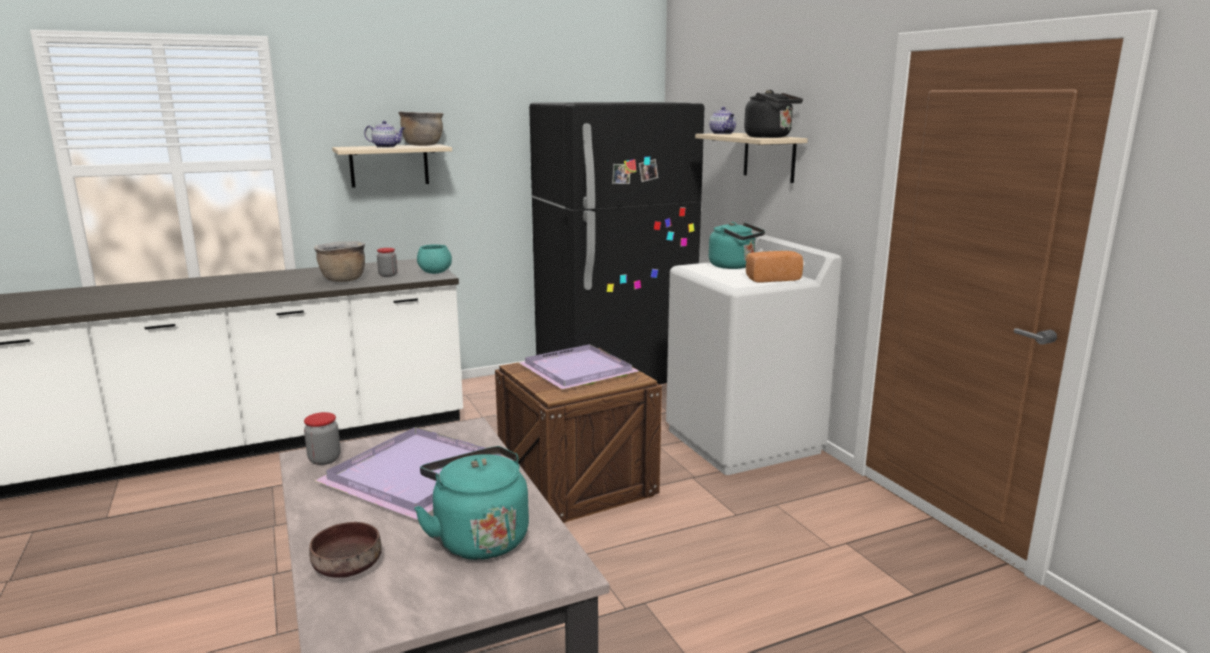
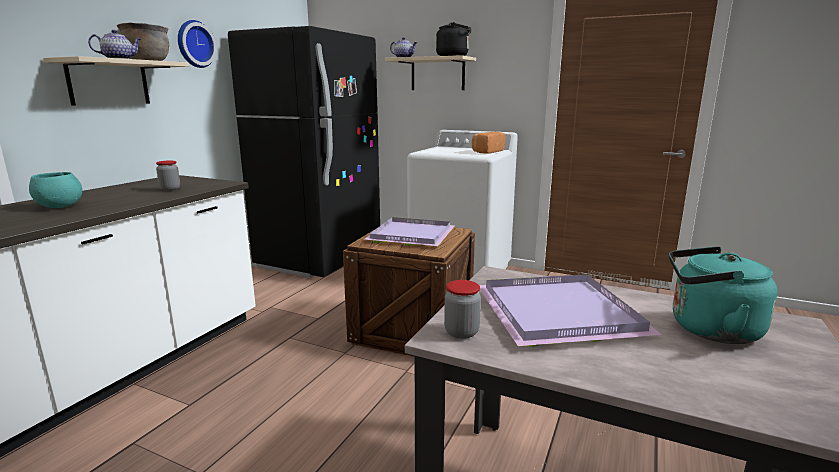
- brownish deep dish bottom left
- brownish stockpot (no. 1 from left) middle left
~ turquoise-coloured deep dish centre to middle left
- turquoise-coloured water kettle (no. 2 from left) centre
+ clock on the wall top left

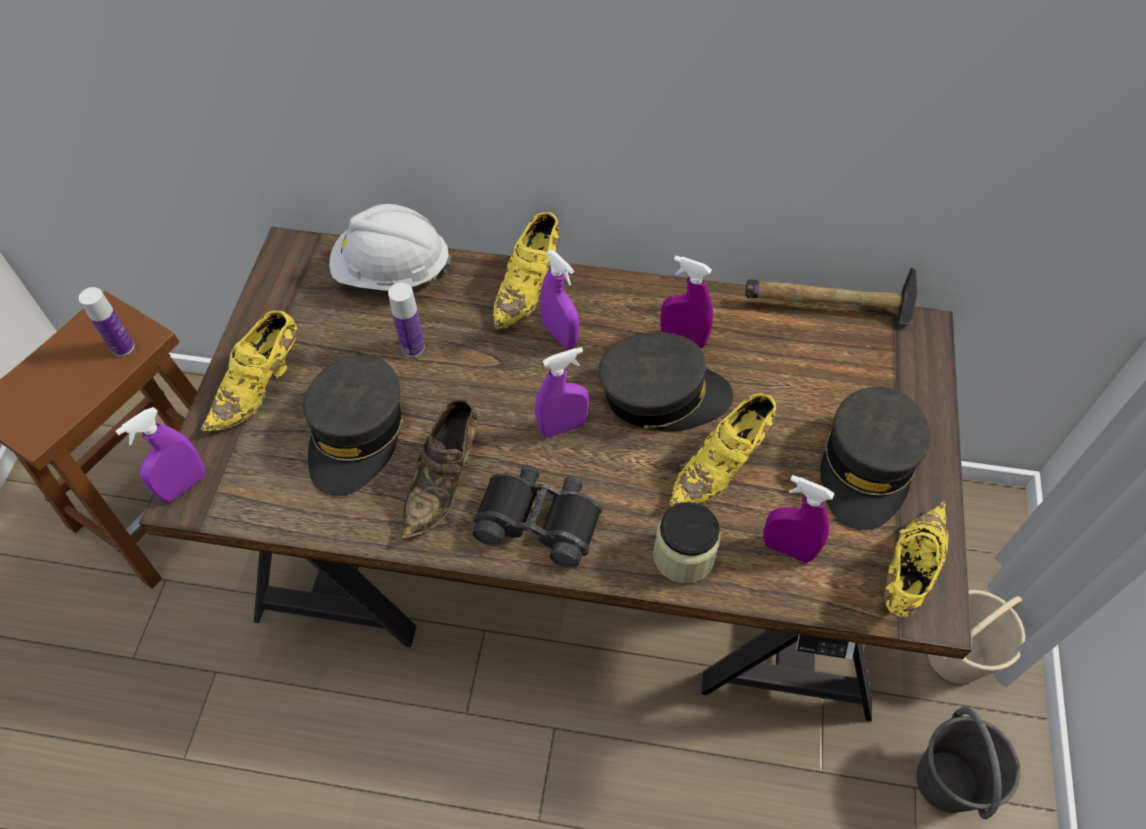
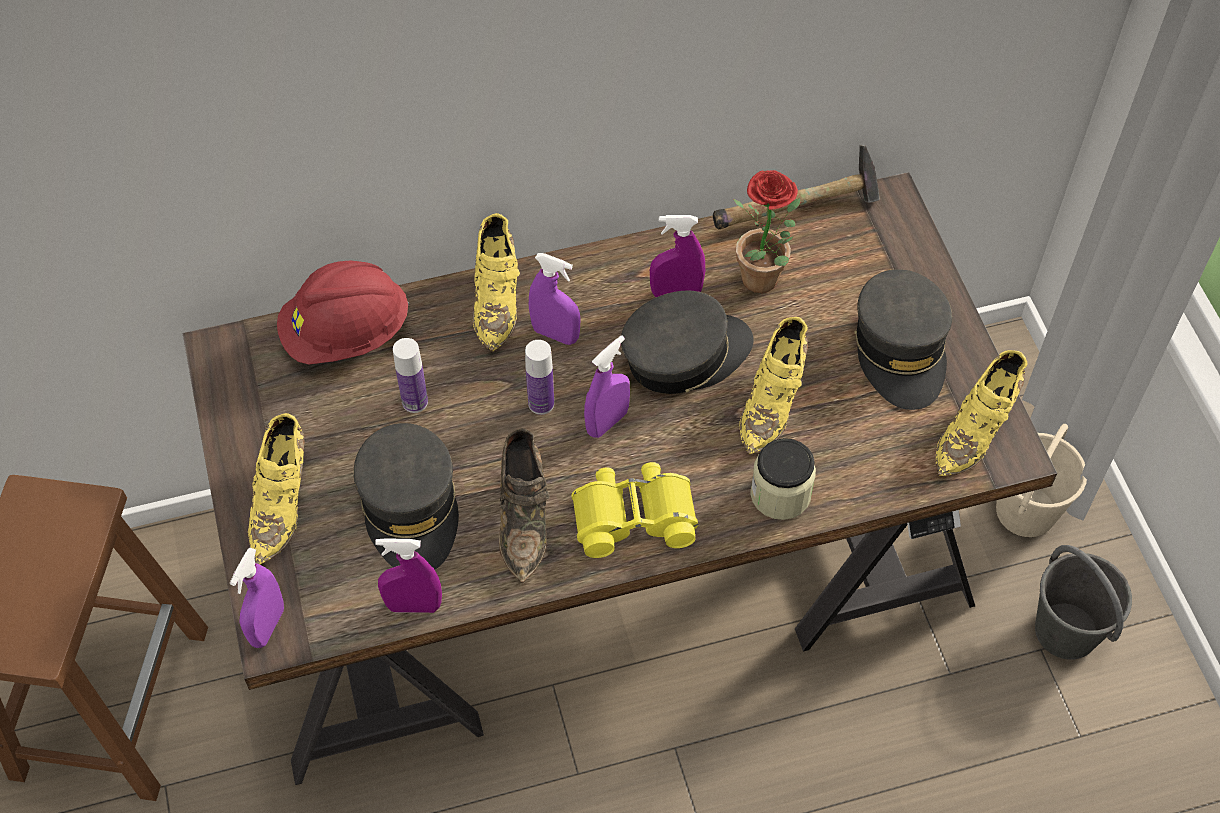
~ bottle (no. 1 from left in the first image) middle left to bottle (no. 2 from left) centre
~ white safety helmet top centre to red safety helmet middle left
~ blackish pair of binoculars centre to yellowish pair of binoculars centre
~ purplish hand sprayer (no. 5 from left in the first image) middle right to purplish hand sprayer (no. 2 from left) bottom centre
~ yellowish item of footwear (no. 4 from left) bottom right = middle right 150 degrees counterclockwise
+ potted plant top centre

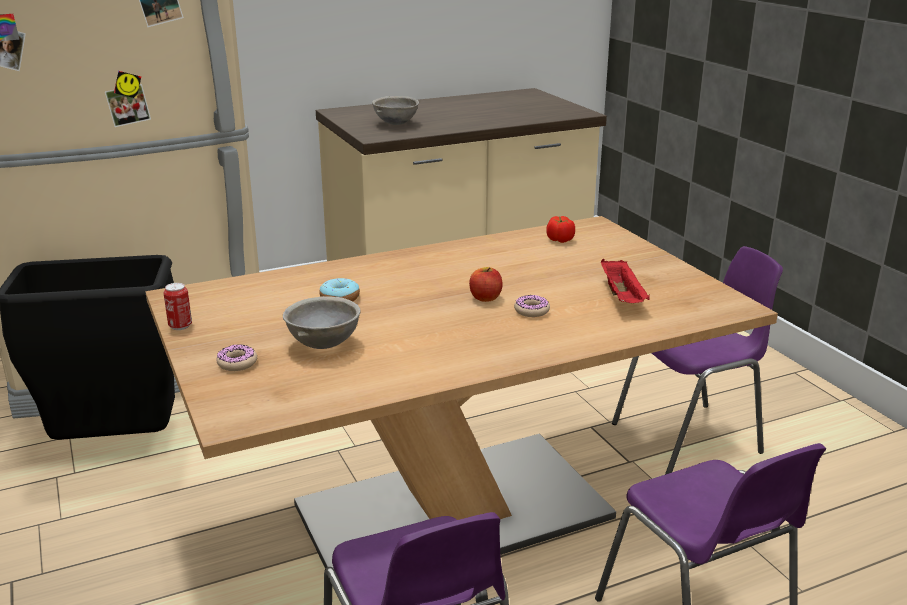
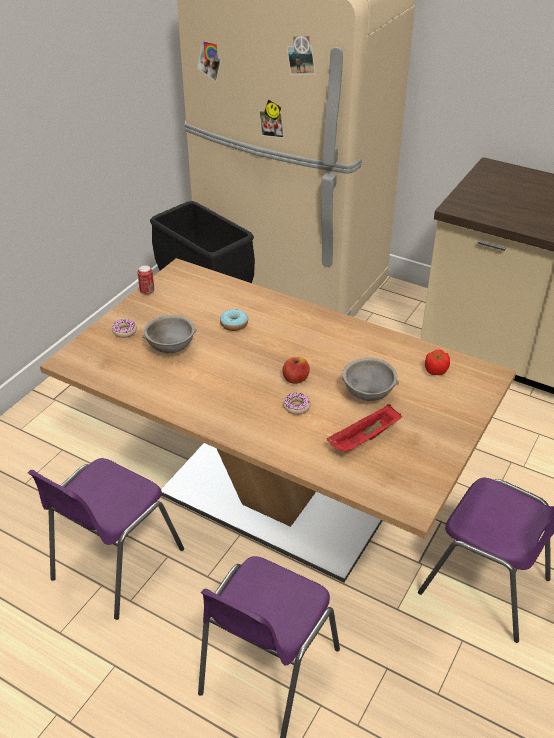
~ grey deep dish (no. 2 from left) top centre to centre

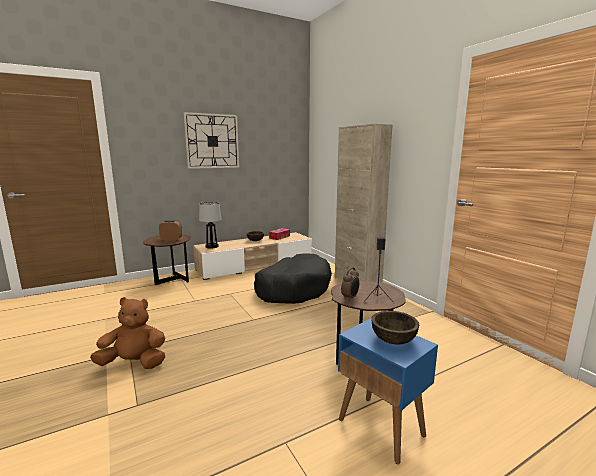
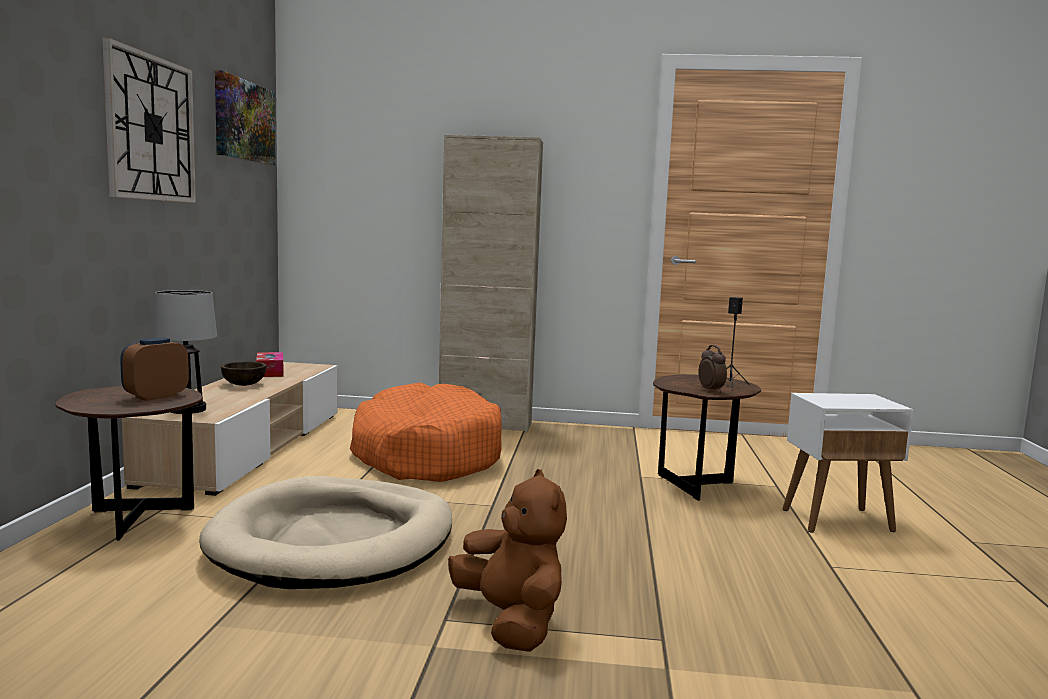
~ brownish soft toy bottom left = bottom centre 120 degrees clockwise
~ blackish pet bed centre to orange-coloured pet bed centre
~ bluish side table bottom centre to white side table middle right
- brownish deep dish (no. 2 from left) bottom centre
+ beige-coloured pet bed bottom left
+ wall picture top left

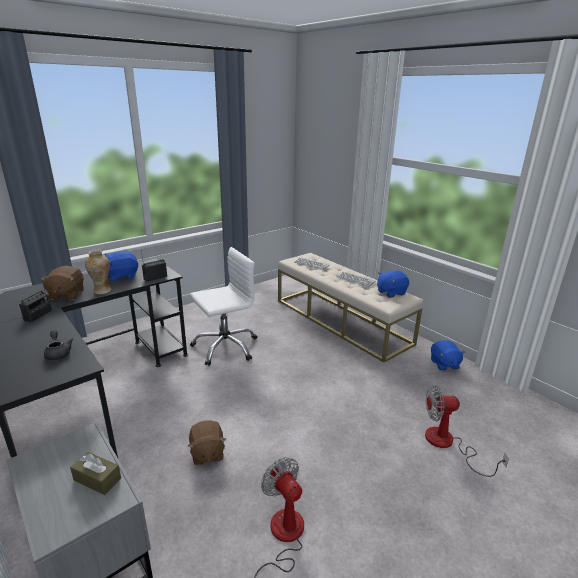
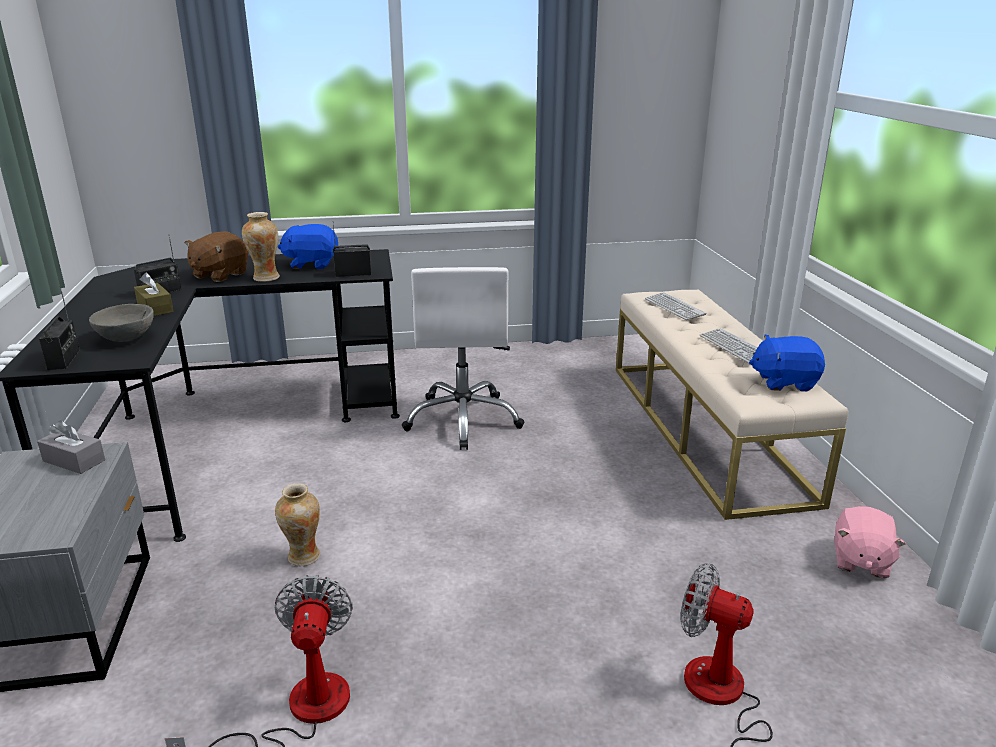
~ grey pot for tea middle left to grey deep dish middle left
~ brownish box of tissues bottom left to middle left
~ brownish soft toy (no. 2 from left) bottom centre to flower vase (no. 2 from left) bottom left
~ white computer chair centre = centre 90 degrees clockwise
~ bluish soft toy (no. 3 from left) middle right to pink soft toy bottom right
+ grey box of tissues middle left
+ radio set (no. 1 from left) middle left

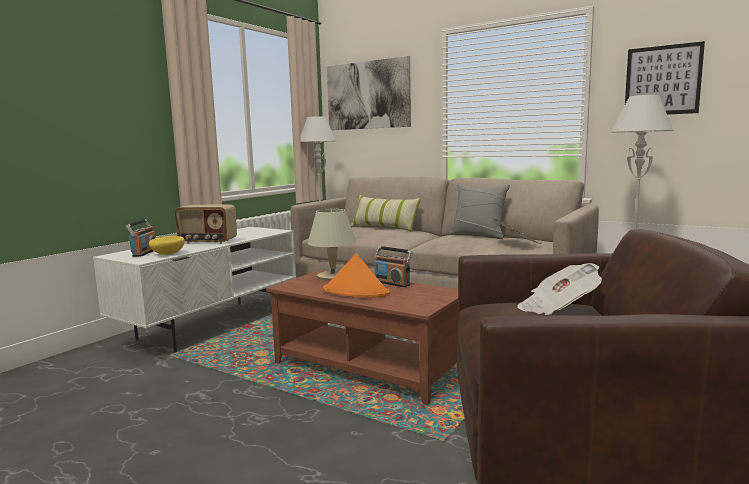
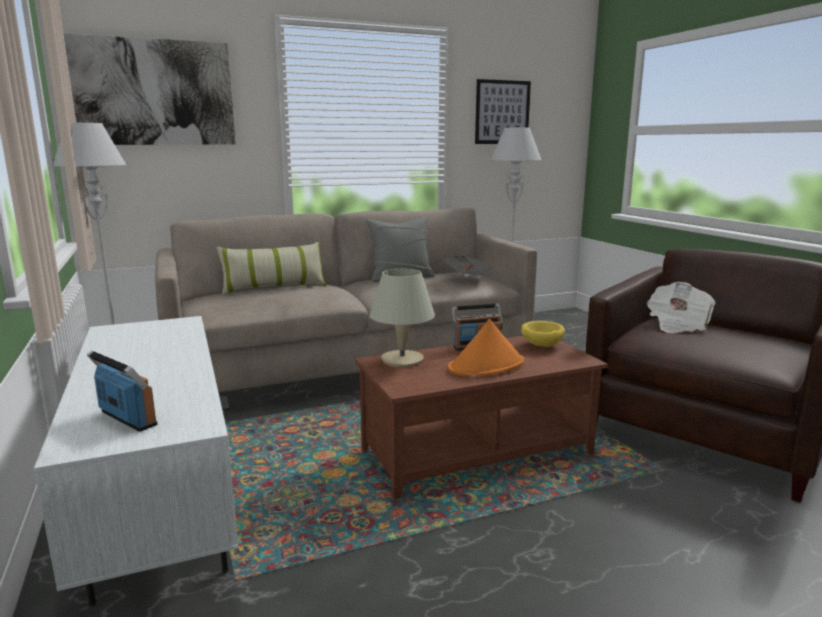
~ yellowish deep dish middle left to centre
- radio set (no. 2 from left) middle left

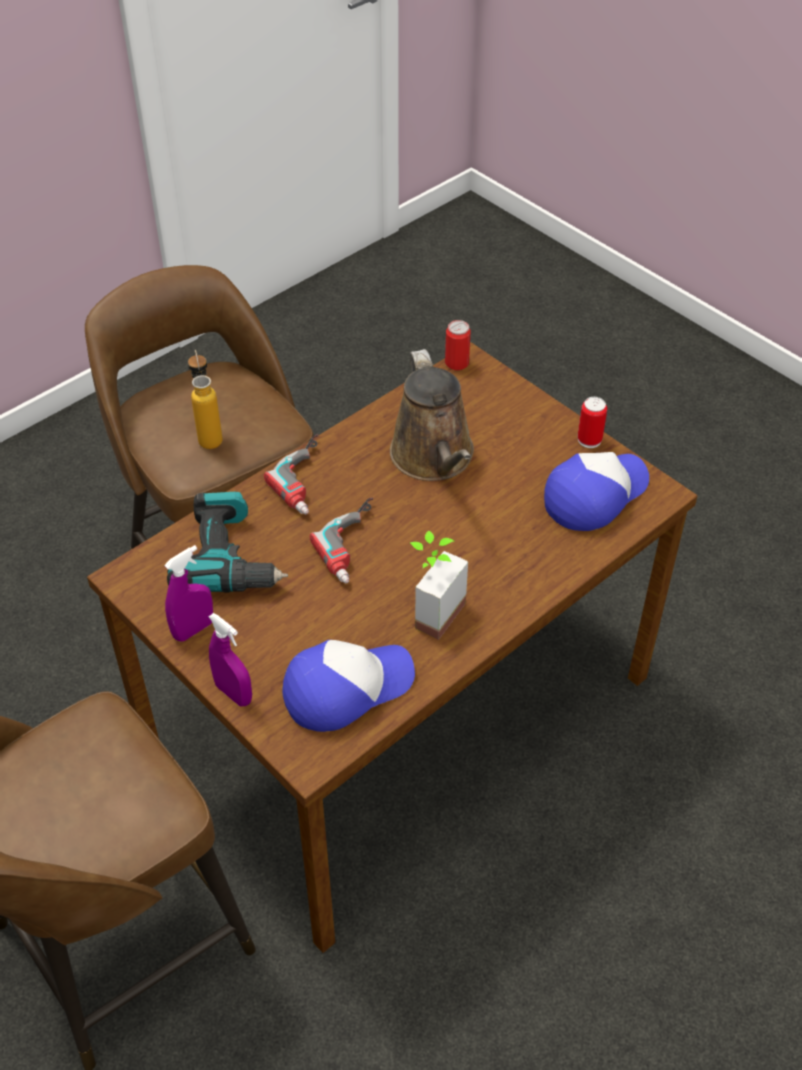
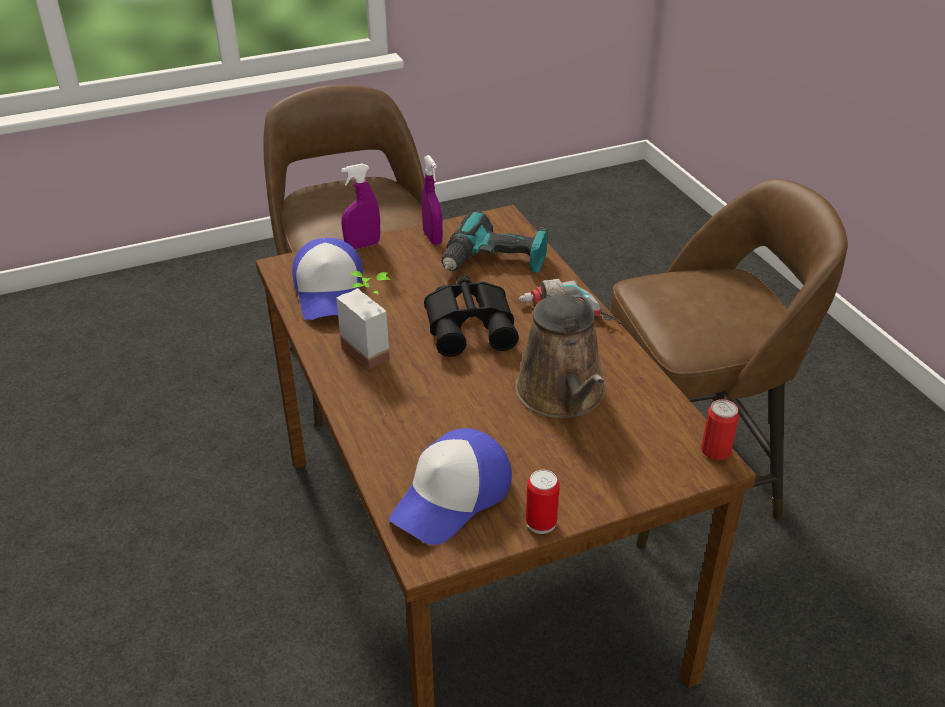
- bottle middle left
~ electric drill (no. 3 from left) centre to blackish pair of binoculars centre
~ brownish watering can centre = centre 105 degrees counterclockwise
~ baseball cap (no. 2 from left) middle right = bottom centre 60 degrees clockwise

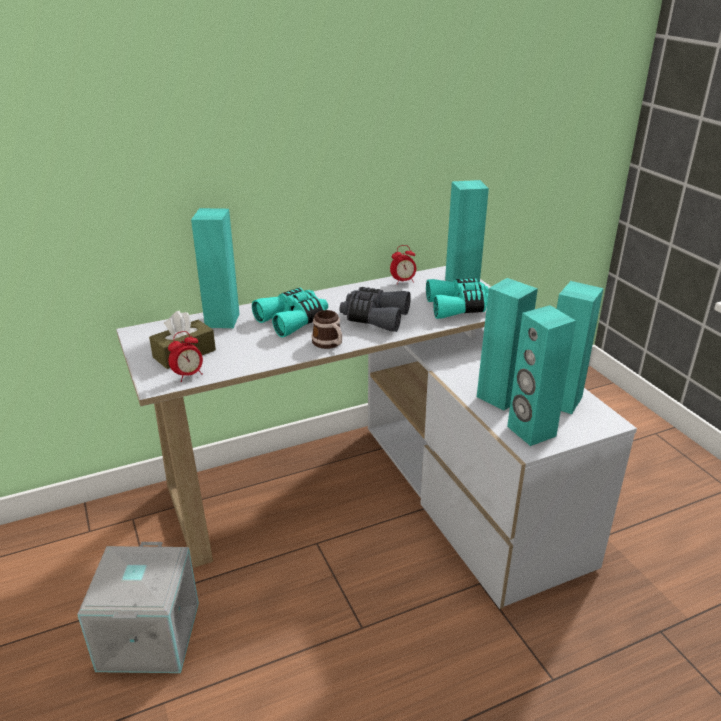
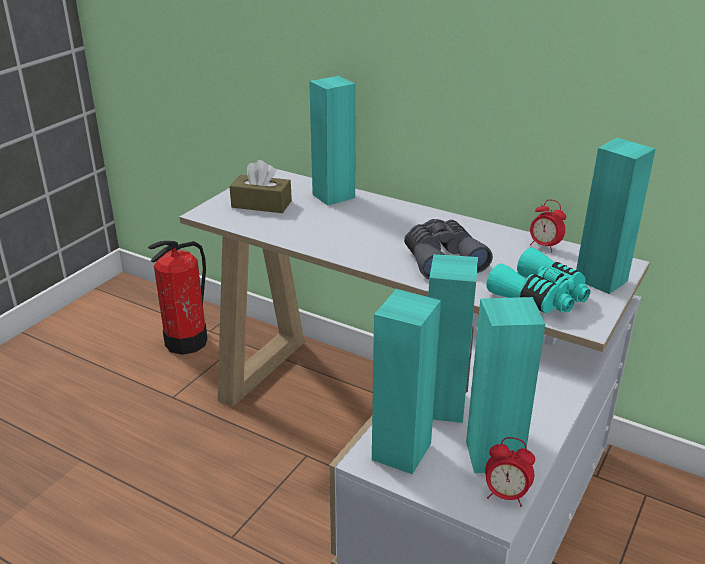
- grey storage bin bottom left
~ table clock (no. 1 from left) middle left to bottom right
- turquoise-coloured pair of binoculars (no. 1 from left) centre
- coffee mug centre
+ extinguisher middle left

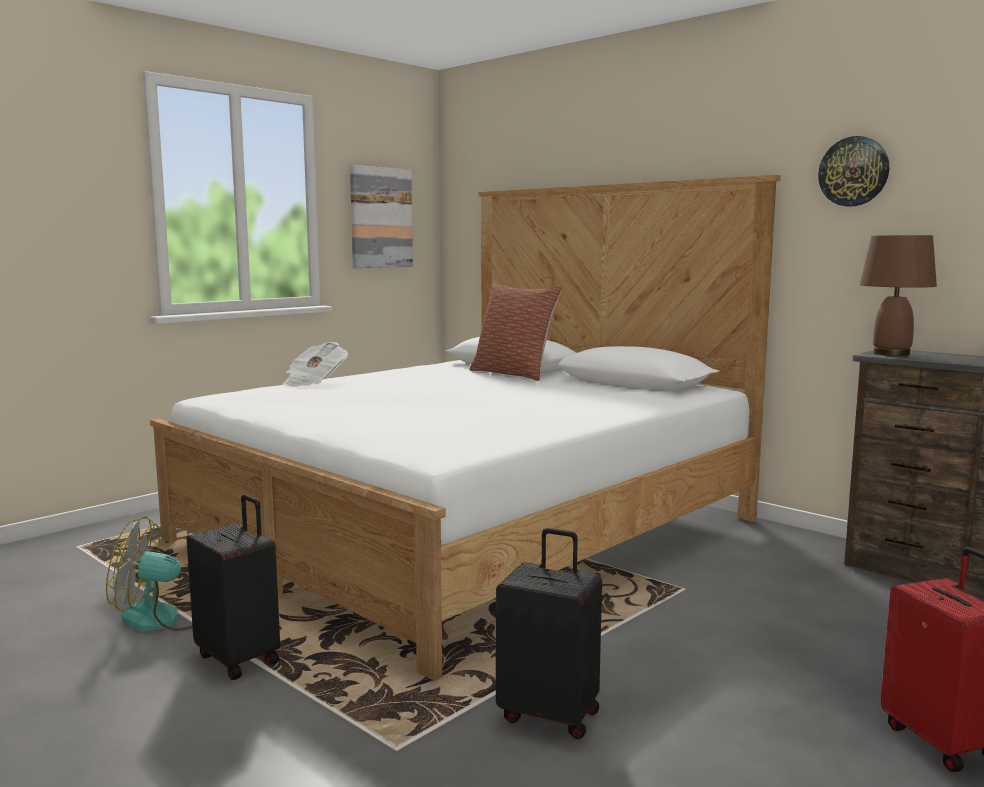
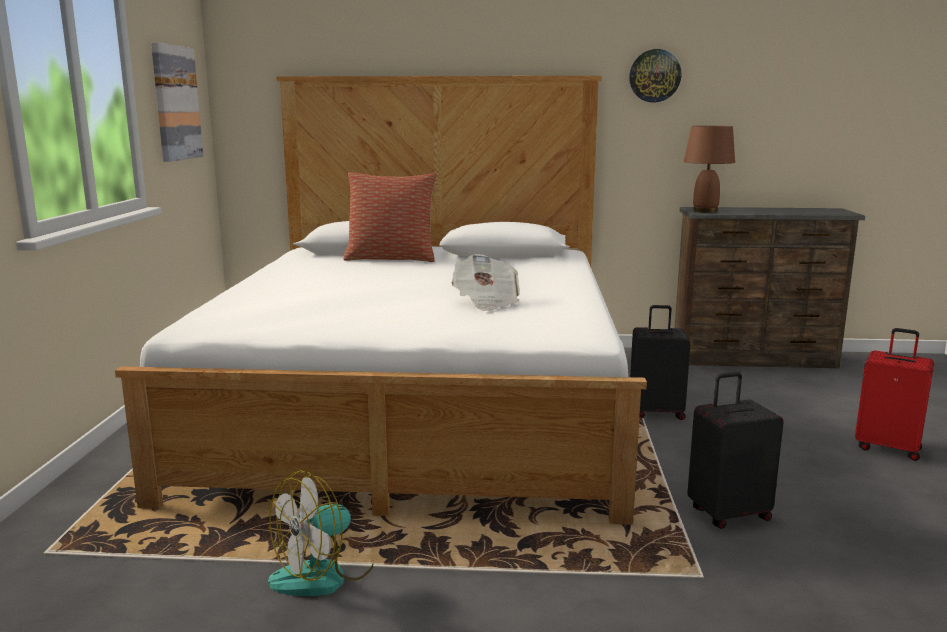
~ blackish travel case (no. 1 from left) bottom left to middle right
~ daily paper middle left to centre

